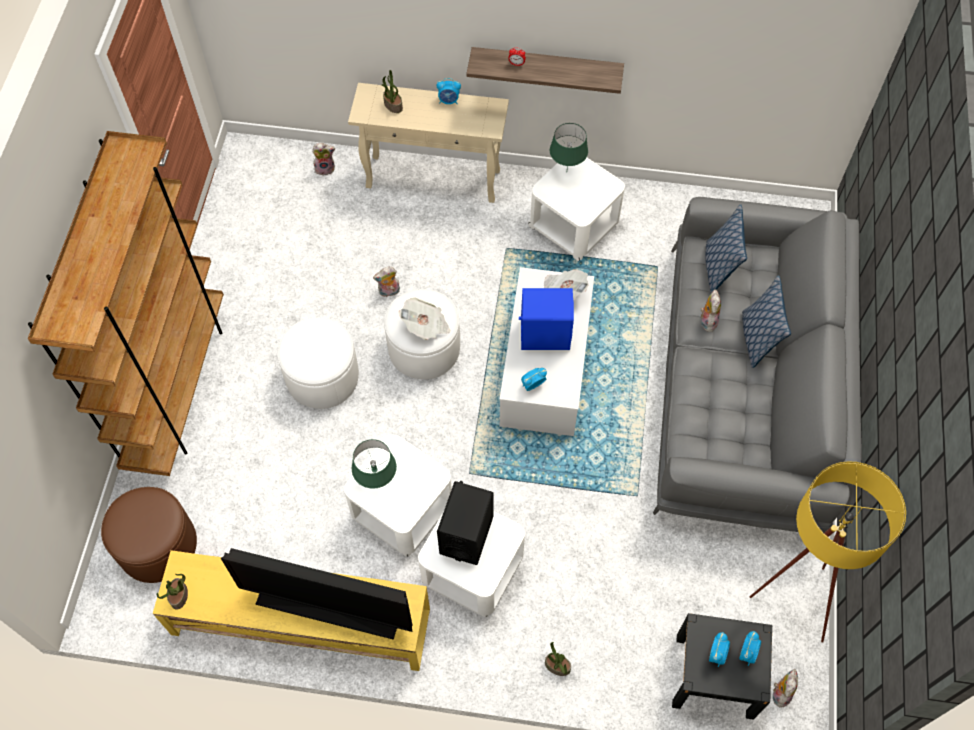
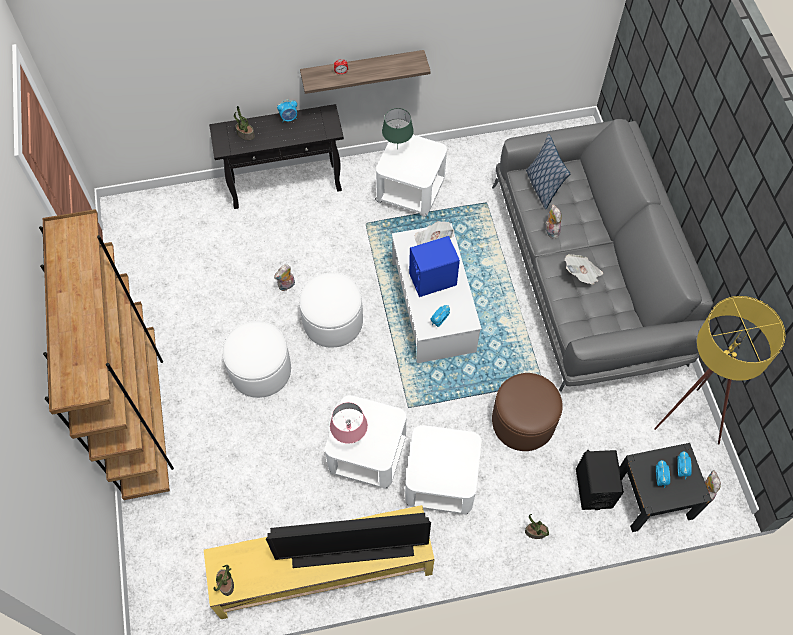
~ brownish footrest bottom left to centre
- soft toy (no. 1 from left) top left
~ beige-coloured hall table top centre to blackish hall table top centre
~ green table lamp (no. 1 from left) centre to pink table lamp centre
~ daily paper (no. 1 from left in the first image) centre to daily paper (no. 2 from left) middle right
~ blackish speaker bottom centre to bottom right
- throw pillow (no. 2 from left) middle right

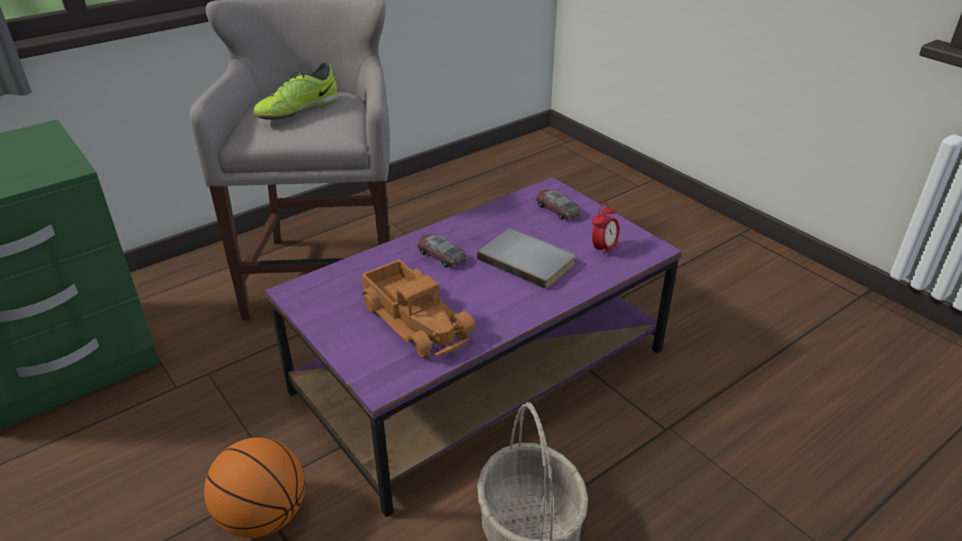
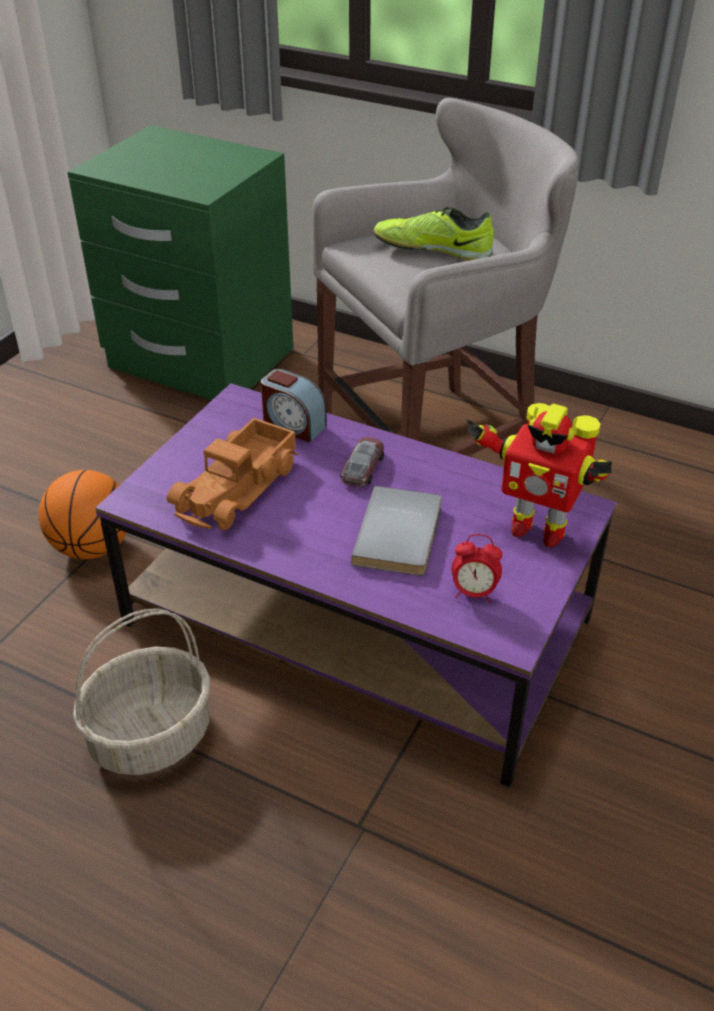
~ model car (no. 2 from left) centre to robot figure middle right
+ table clock (no. 1 from left) centre

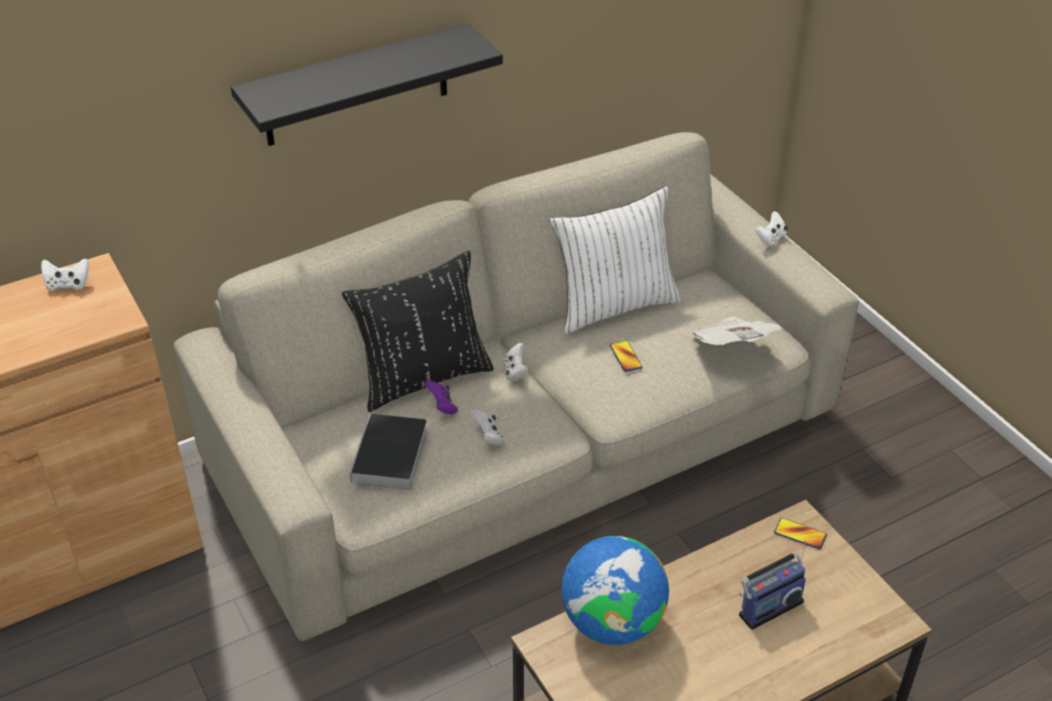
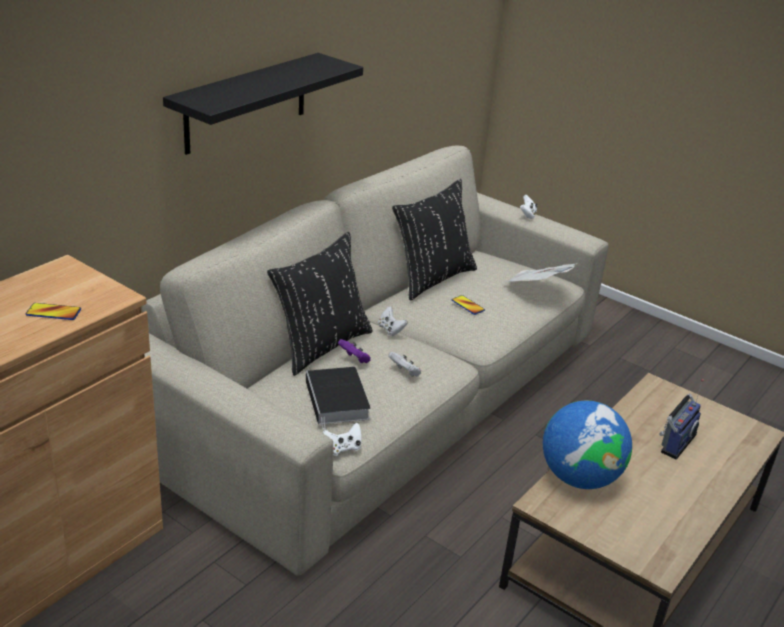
~ white gamepad (no. 1 from left) middle left to bottom centre
~ white throw pillow centre to blackish throw pillow (no. 2 from left) centre
~ handset (no. 2 from left in the first image) bottom right to handset (no. 1 from left) middle left

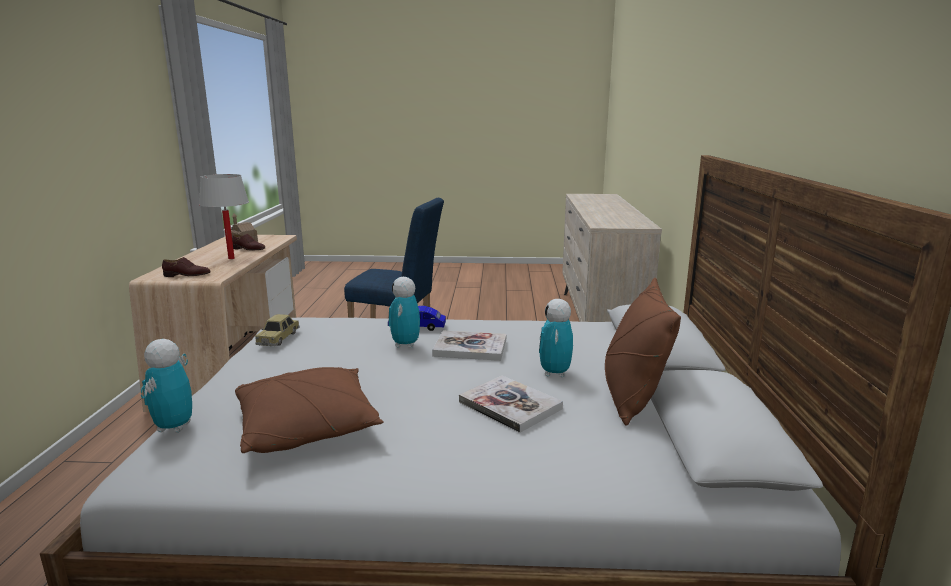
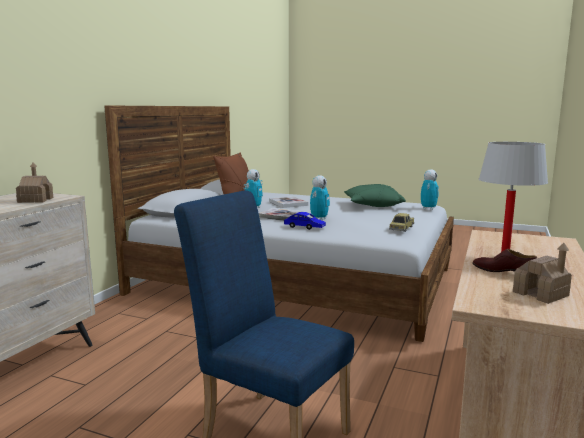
- brownish item of footwear (no. 1 from left) middle left
~ brownish throw pillow (no. 1 from left) bottom left to green throw pillow centre
+ toy house (no. 1 from left) middle left

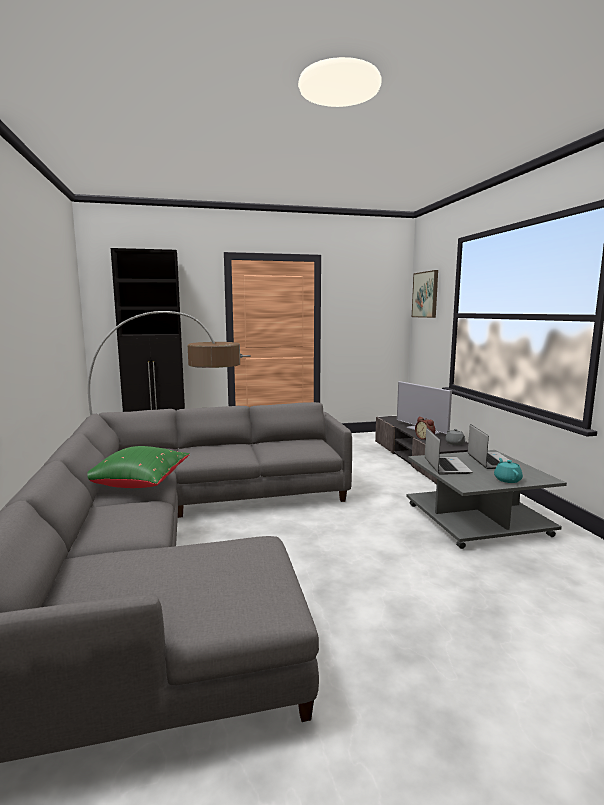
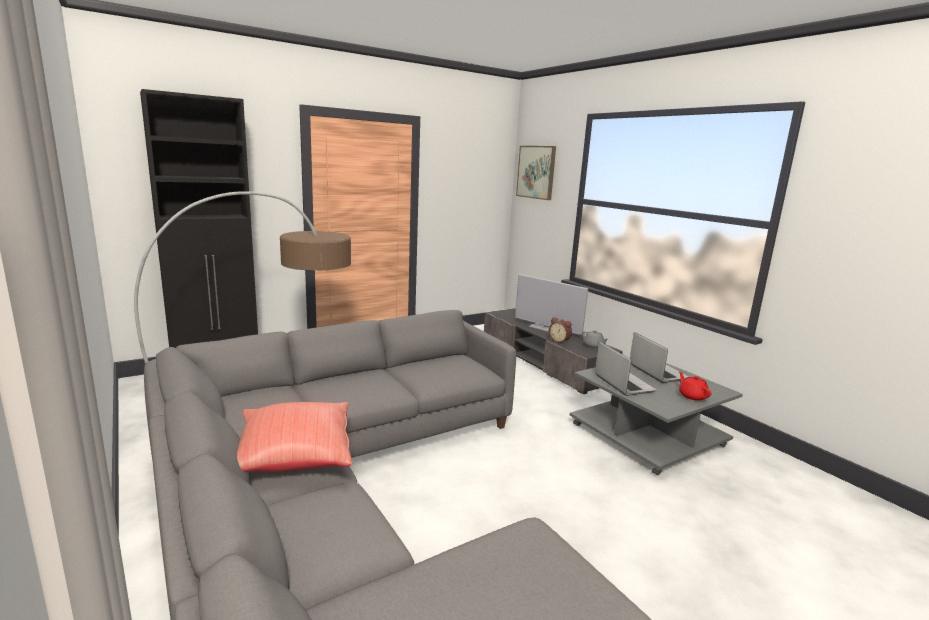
~ green throw pillow middle left to red throw pillow bottom left
~ turquoise-coloured pot for tea middle right to red pot for tea middle right

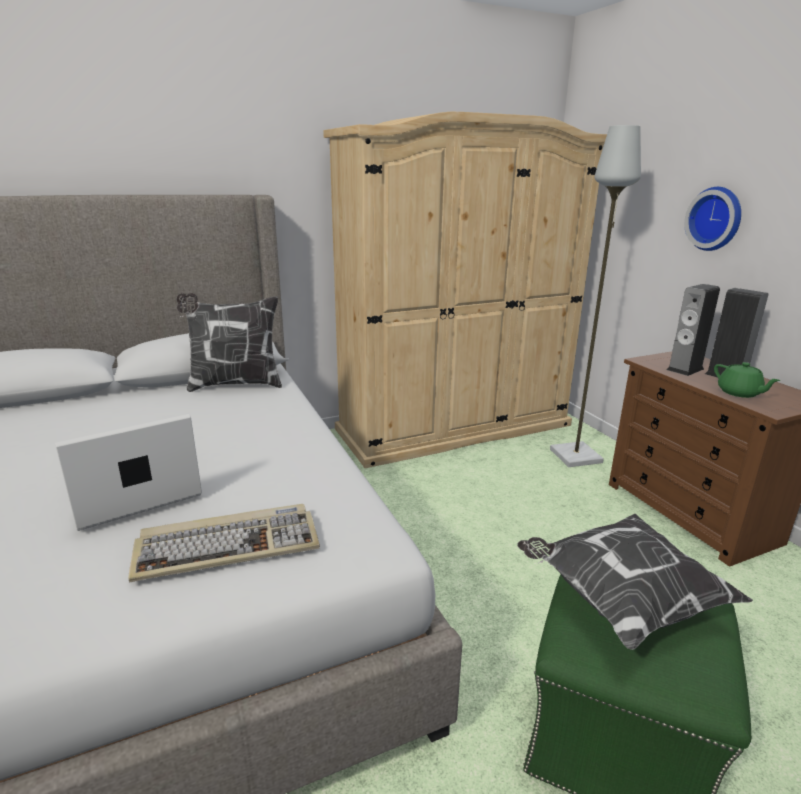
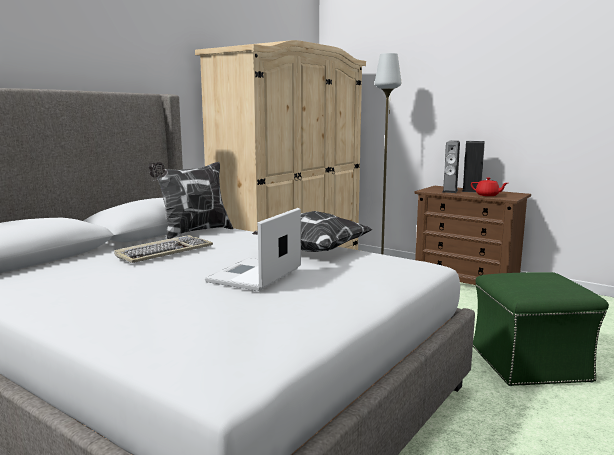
~ keyboard bottom left to middle left
~ throw pillow (no. 2 from left) bottom right to centre
- clock on the wall top right
~ green pot for tea middle right to red pot for tea middle right

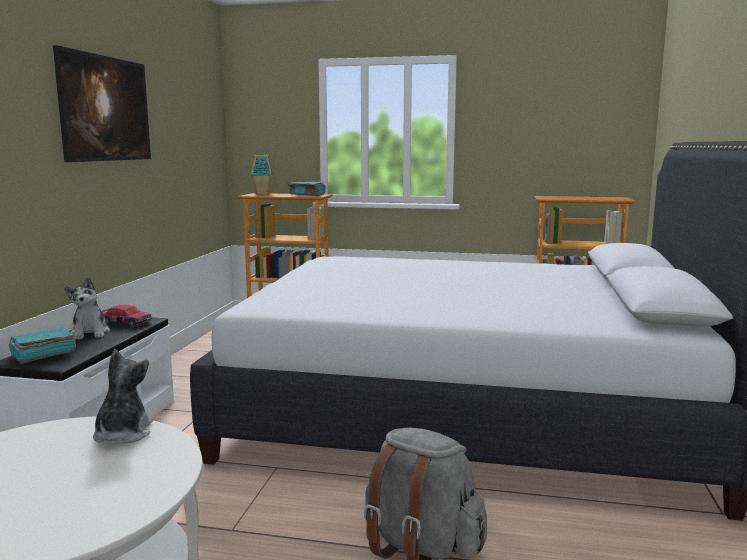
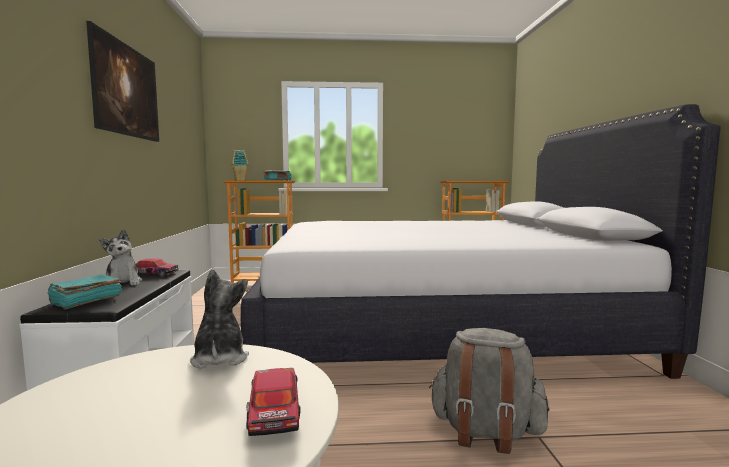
+ model car (no. 2 from left) bottom centre

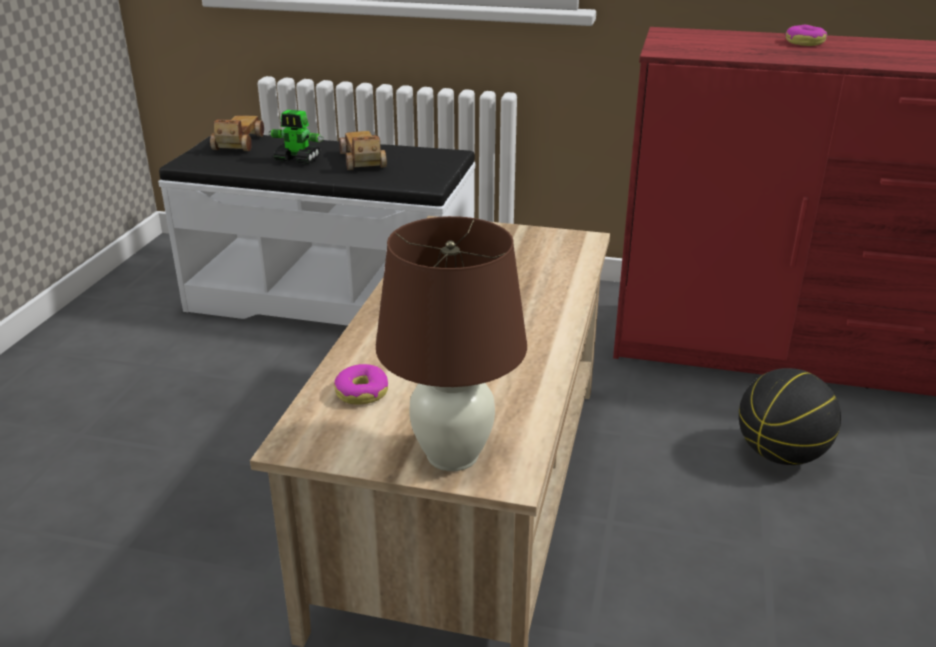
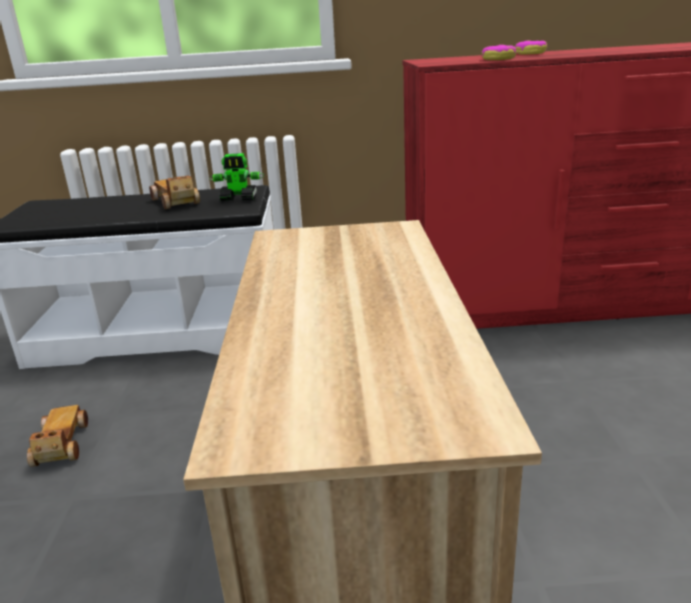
~ model car (no. 1 from left) top left to bottom left
~ robot figure top left to top centre
~ ring doughnut (no. 1 from left) centre to top right
- brownish table lamp centre
- basketball middle right

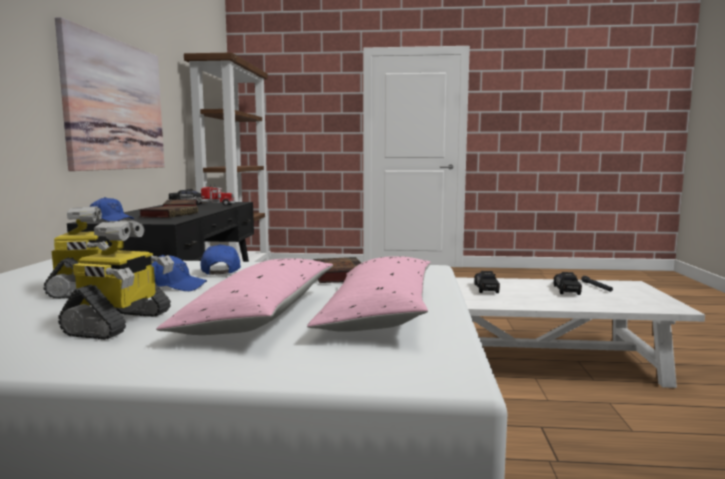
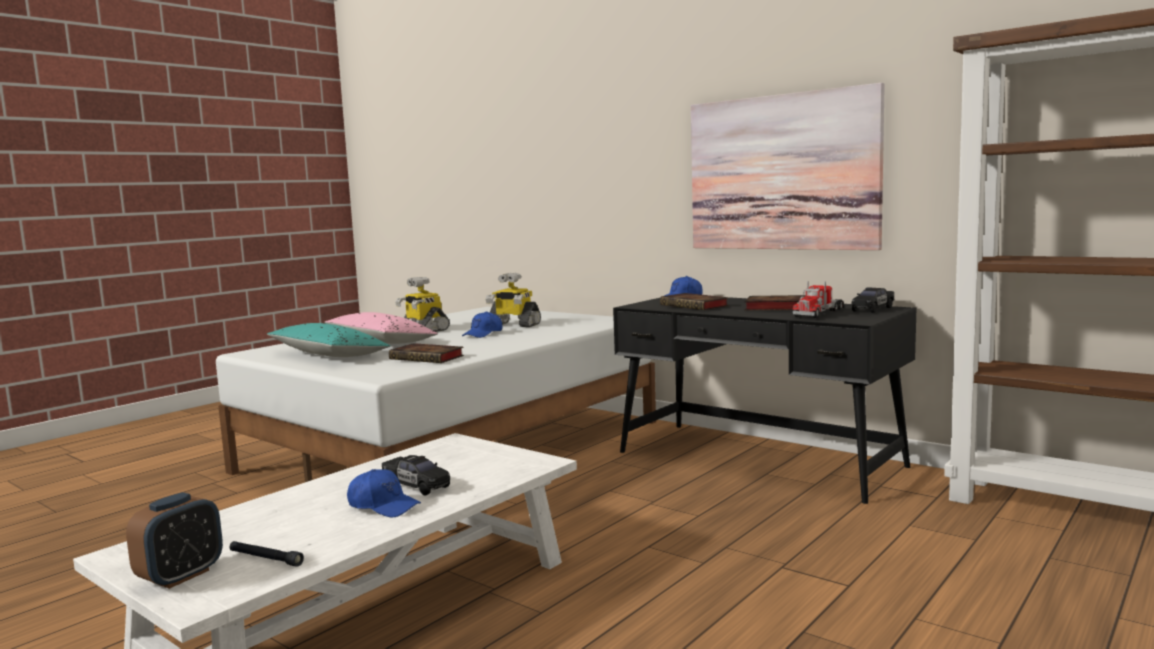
~ bluish baseball cap (no. 3 from left in the first image) middle left to bluish baseball cap (no. 1 from left) bottom left
~ pink throw pillow (no. 2 from left) centre to turquoise-coloured throw pillow middle left
- blackish model car (no. 3 from left) middle right
+ table clock bottom left

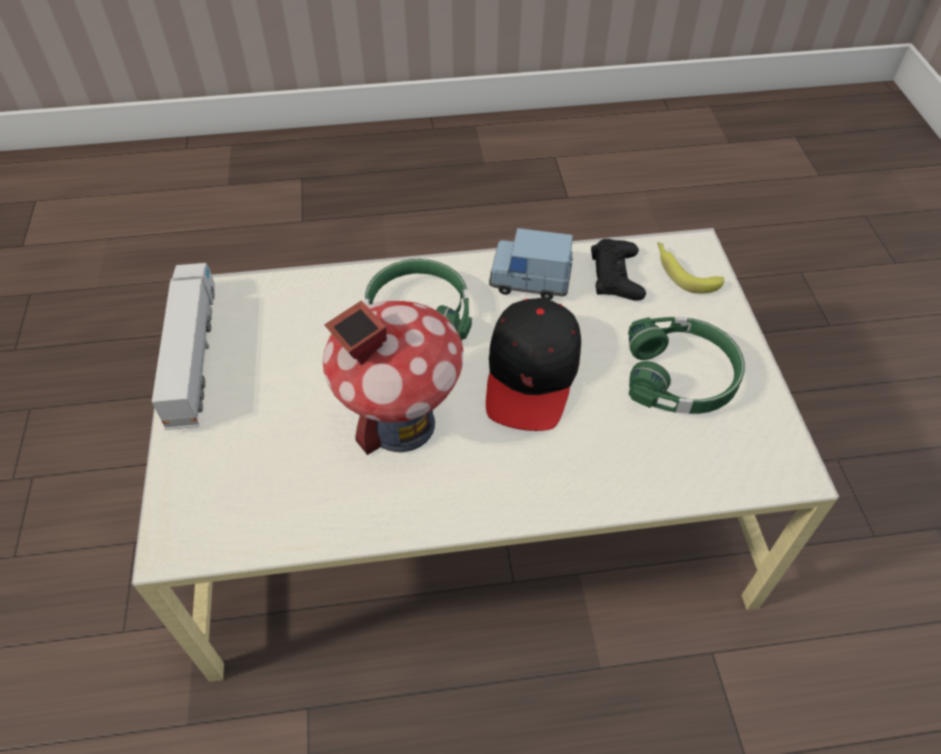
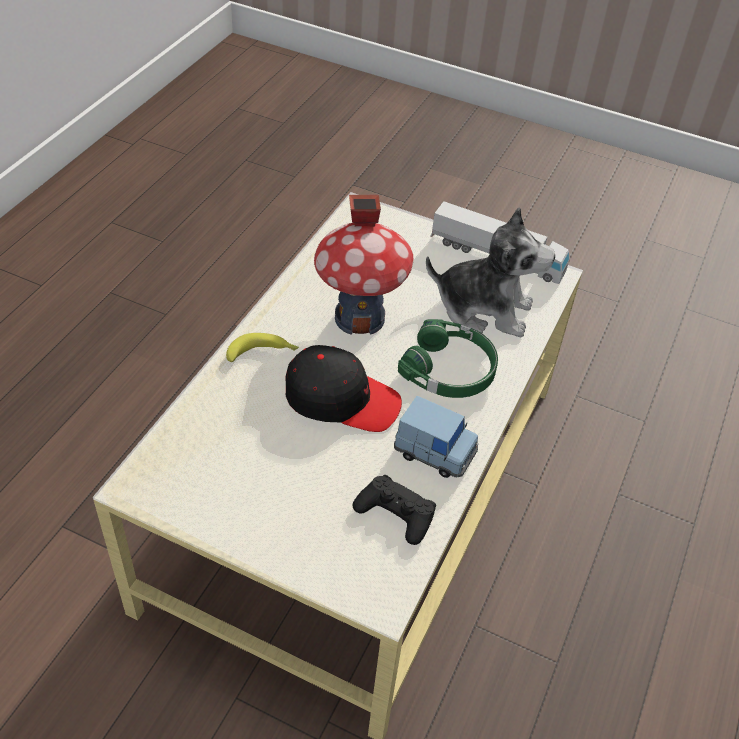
~ blackish baseball cap centre = centre 150 degrees clockwise
~ bluish model car centre = centre 75 degrees clockwise
- green headphones (no. 2 from left) middle right
~ banana middle right to centre
+ soft toy centre

